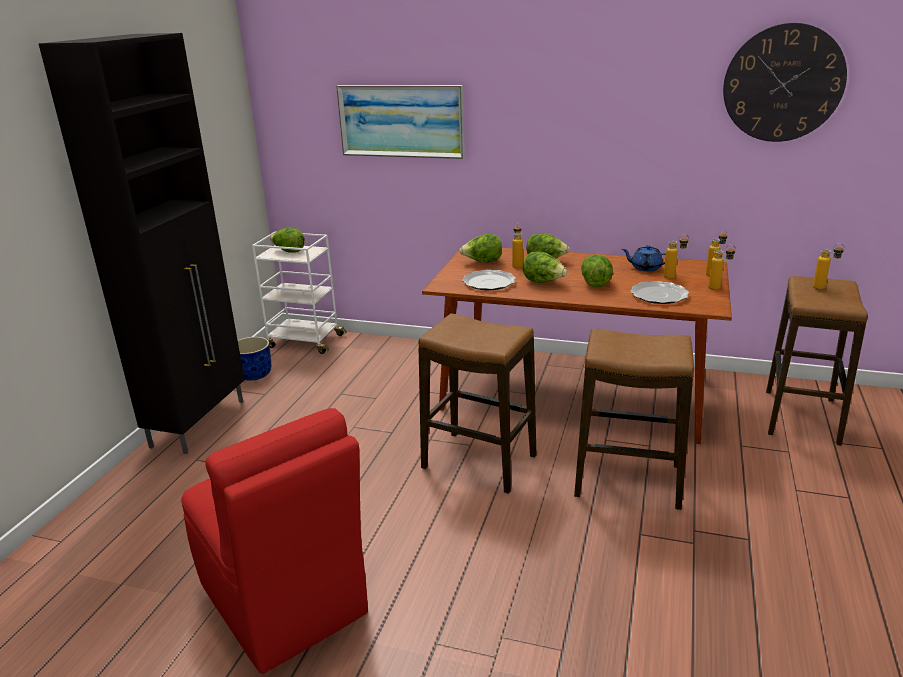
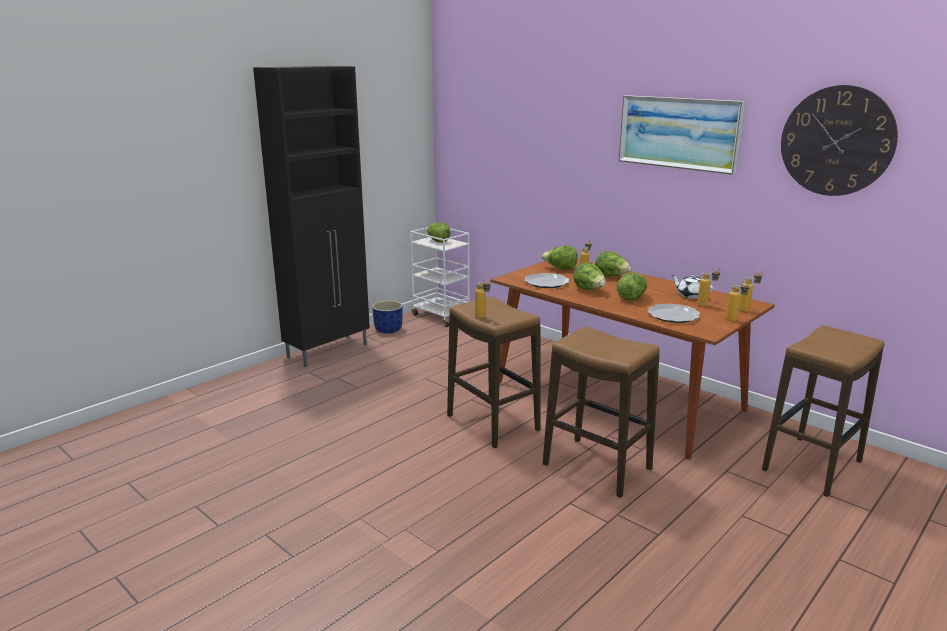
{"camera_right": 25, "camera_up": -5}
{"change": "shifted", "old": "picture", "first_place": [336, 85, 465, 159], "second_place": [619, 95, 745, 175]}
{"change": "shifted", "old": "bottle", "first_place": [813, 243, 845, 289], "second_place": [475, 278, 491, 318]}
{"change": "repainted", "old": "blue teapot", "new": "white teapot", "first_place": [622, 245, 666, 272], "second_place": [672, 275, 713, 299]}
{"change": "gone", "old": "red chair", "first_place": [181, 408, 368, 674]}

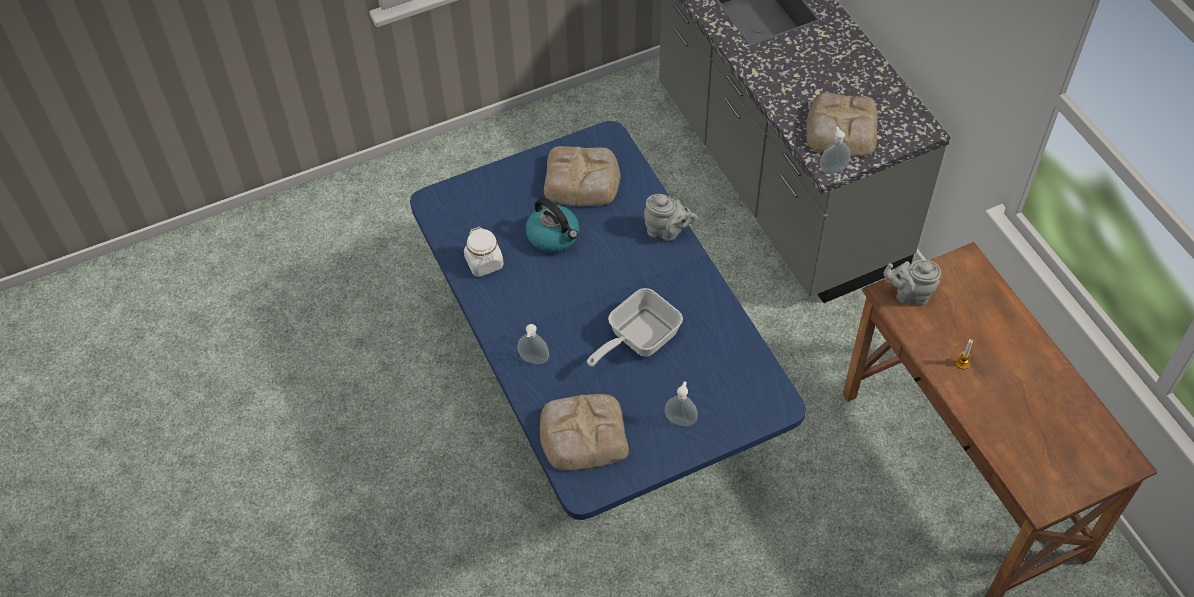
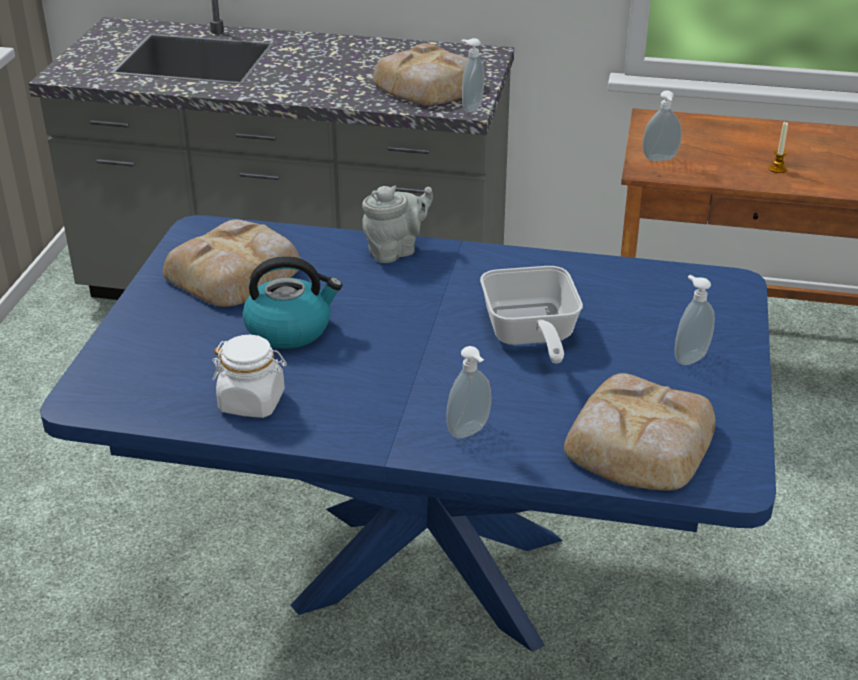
{"camera_right": -55, "camera_up": -20}
{"change": "swapped", "old": "grey teapot", "new": "soap dispenser", "first_place": [884, 260, 941, 306], "second_place": [642, 90, 682, 161]}

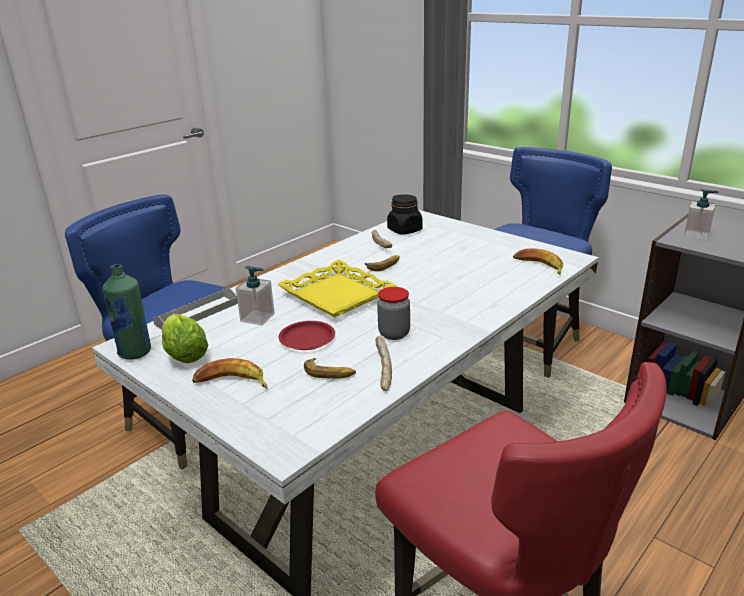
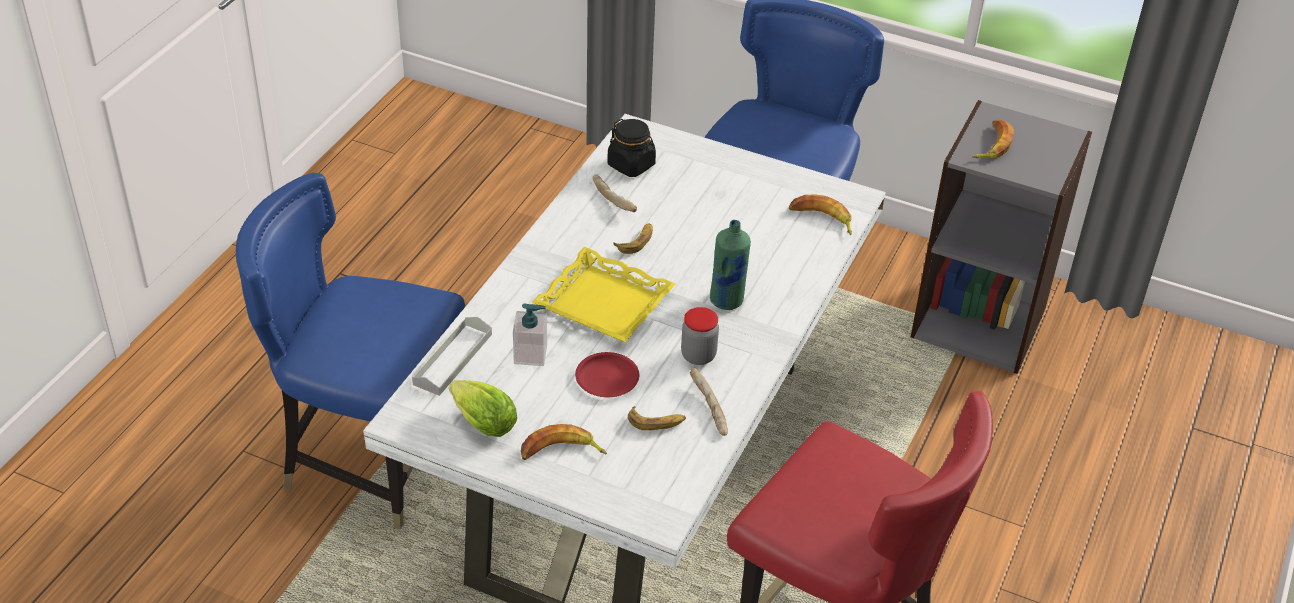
{"camera_right": -20, "camera_up": 15}
{"change": "swapped", "old": "soap dispenser", "new": "banana", "first_place": [684, 189, 719, 240], "second_place": [972, 120, 1014, 158]}
{"change": "shifted", "old": "green bottle", "first_place": [103, 264, 151, 360], "second_place": [710, 220, 751, 310]}

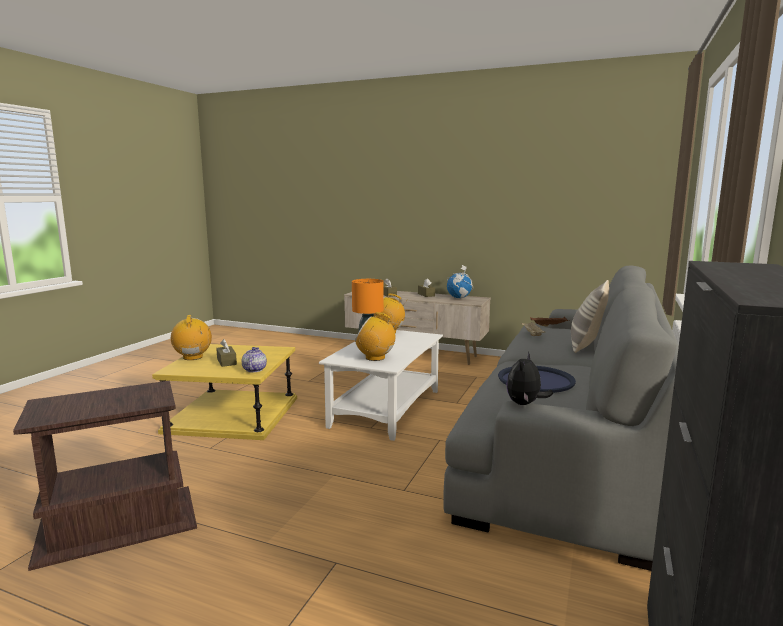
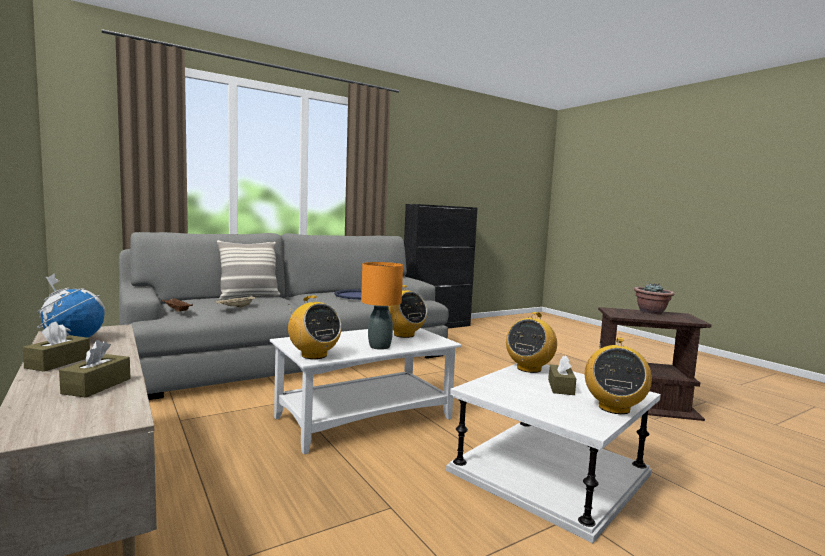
{"camera_right": -145, "camera_up": -5}
{"change": "repainted", "old": "yellow side table", "new": "white side table", "first_place": [152, 344, 297, 440], "second_place": [446, 363, 661, 543]}
{"change": "swapped", "old": "teapot", "new": "radio", "first_place": [242, 347, 267, 372], "second_place": [506, 312, 557, 373]}
{"change": "gone", "old": "plush toy", "first_place": [506, 352, 553, 405]}
{"change": "new", "new": "potted plant", "second_place": [634, 284, 675, 314]}

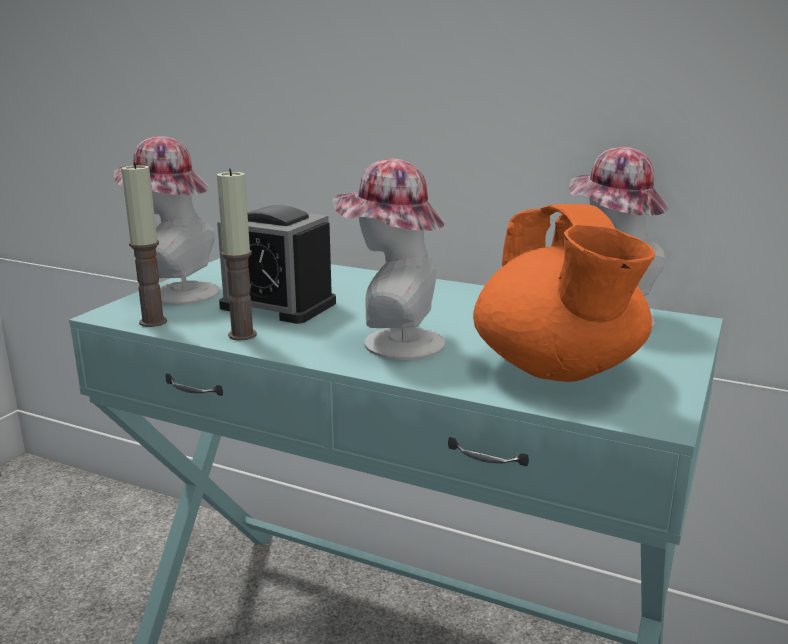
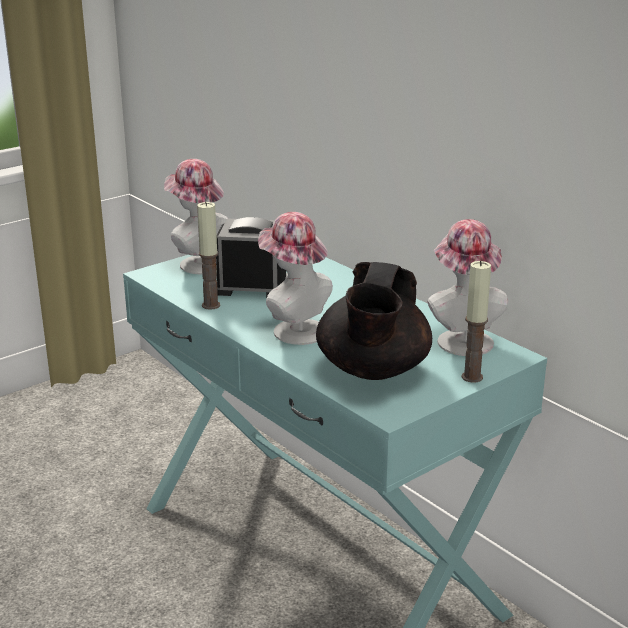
{"camera_right": 25, "camera_up": 5}
{"change": "shifted", "old": "candle", "first_place": [121, 162, 167, 327], "second_place": [462, 261, 491, 383]}
{"change": "repainted", "old": "orange teapot", "new": "black teapot", "first_place": [473, 204, 655, 382], "second_place": [316, 262, 432, 380]}
{"change": "rotated", "old": "alarm clock", "first_place": [217, 205, 336, 324], "second_place": [216, 217, 288, 298], "degrees": 135}

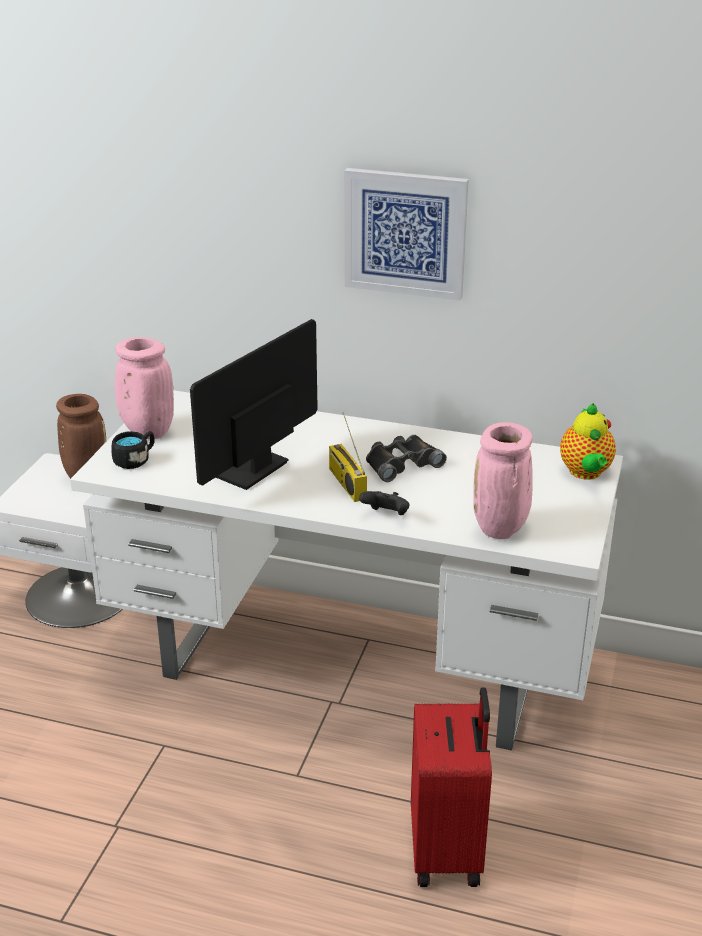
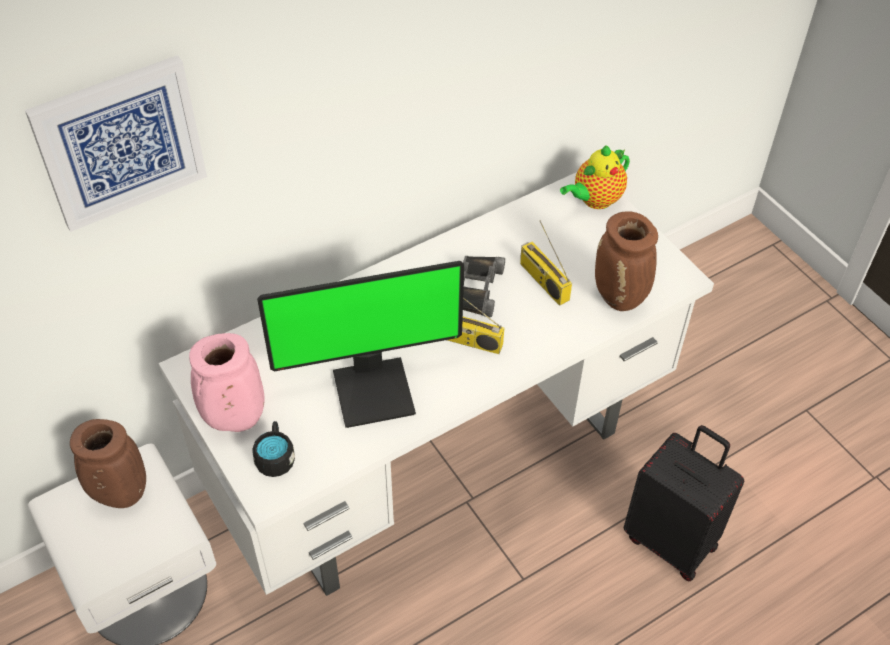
{"camera_right": -50, "camera_up": 20}
{"change": "shifted", "old": "picture", "first_place": [344, 168, 469, 301], "second_place": [25, 55, 207, 232]}
{"change": "rotated", "old": "monitor", "first_place": [190, 319, 318, 490], "second_place": [257, 261, 464, 428], "degrees": -90}
{"change": "rotated", "old": "teapot", "first_place": [560, 403, 616, 480], "second_place": [560, 145, 630, 209], "degrees": 105}
{"change": "repainted", "old": "pink vase", "new": "brown vase", "first_place": [473, 422, 533, 539], "second_place": [595, 211, 658, 311]}
{"change": "gone", "old": "black game controller", "first_place": [359, 491, 409, 515]}
{"change": "repainted", "old": "red suitcase", "new": "black suitcase", "first_place": [411, 688, 492, 887], "second_place": [624, 425, 745, 581]}
{"change": "new", "new": "radio", "second_place": [520, 220, 572, 306]}

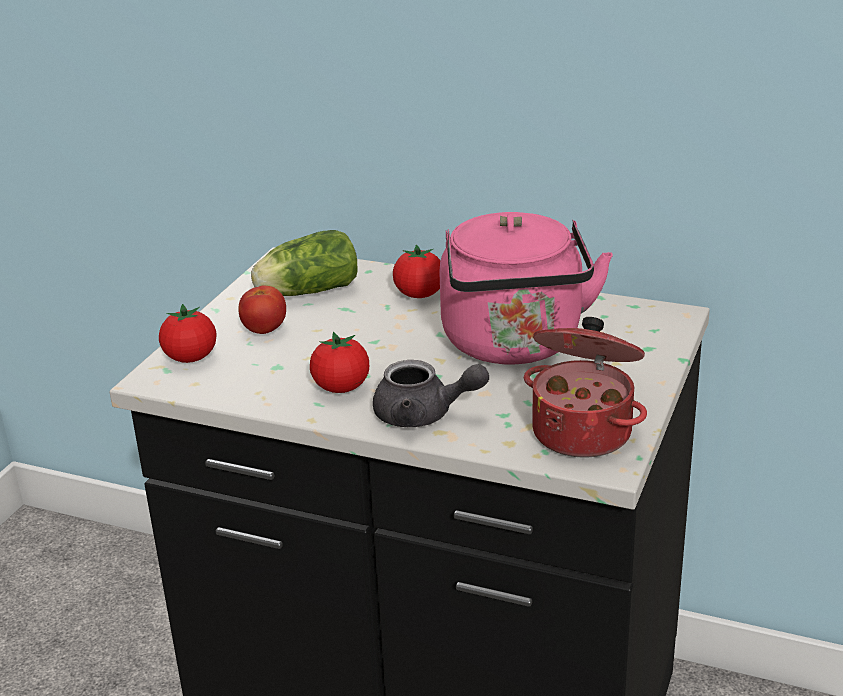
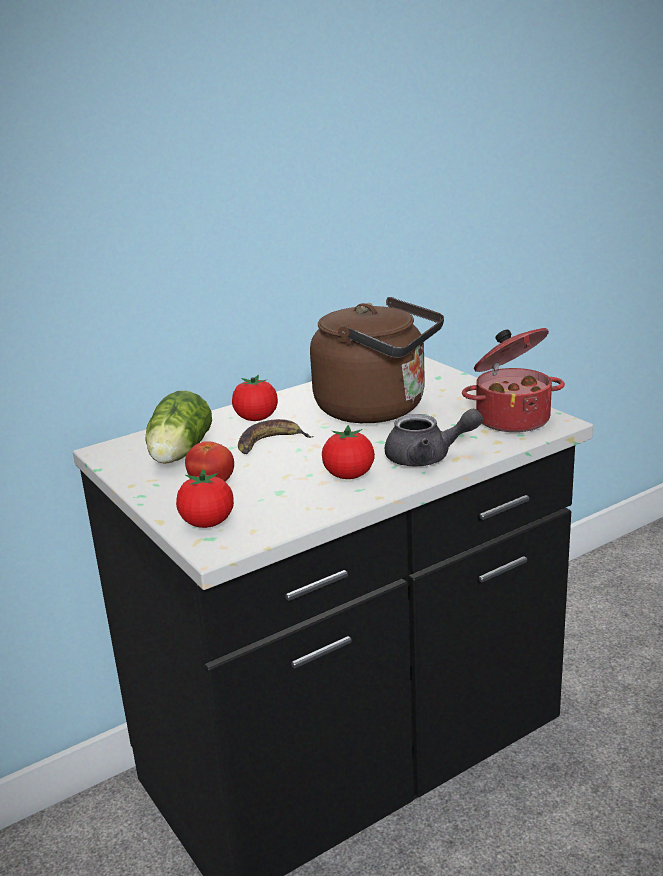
{"camera_right": -55, "camera_up": -5}
{"change": "repainted", "old": "pink kettle", "new": "brown kettle", "first_place": [439, 212, 613, 365], "second_place": [310, 297, 444, 423]}
{"change": "rotated", "old": "grey teapot", "first_place": [373, 360, 489, 427], "second_place": [385, 409, 483, 466], "degrees": 45}
{"change": "new", "new": "banana", "second_place": [238, 419, 313, 454]}

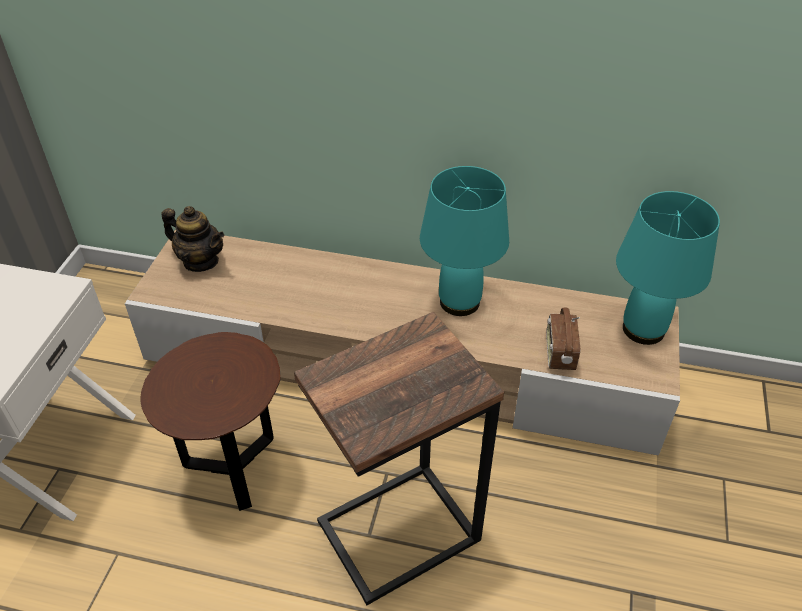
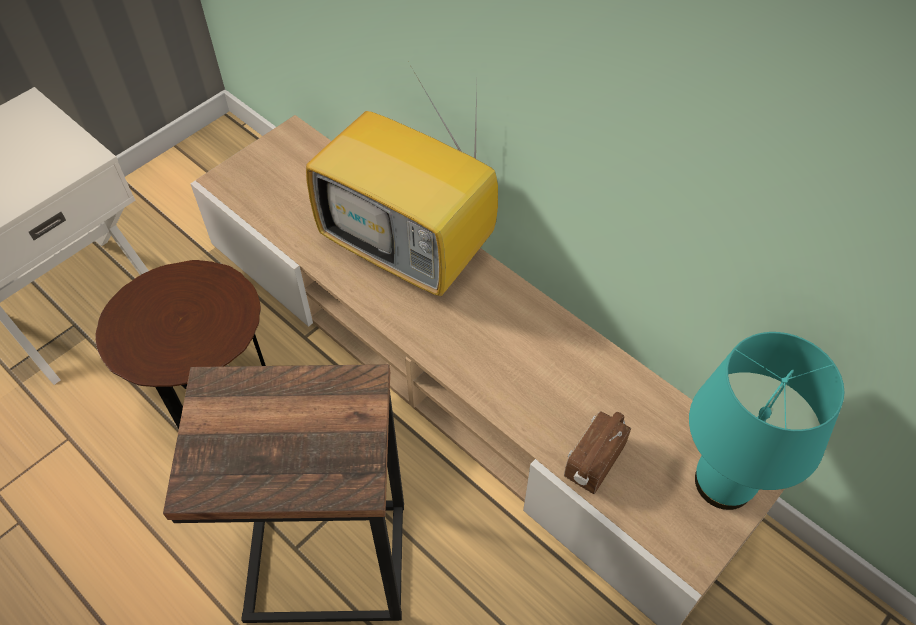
{"camera_right": 30, "camera_up": 10}
{"change": "gone", "old": "turquoise table lamp", "first_place": [420, 166, 509, 316]}
{"change": "gone", "old": "teapot", "first_place": [162, 206, 224, 272]}
{"change": "new", "new": "television", "second_place": [306, 67, 498, 296]}

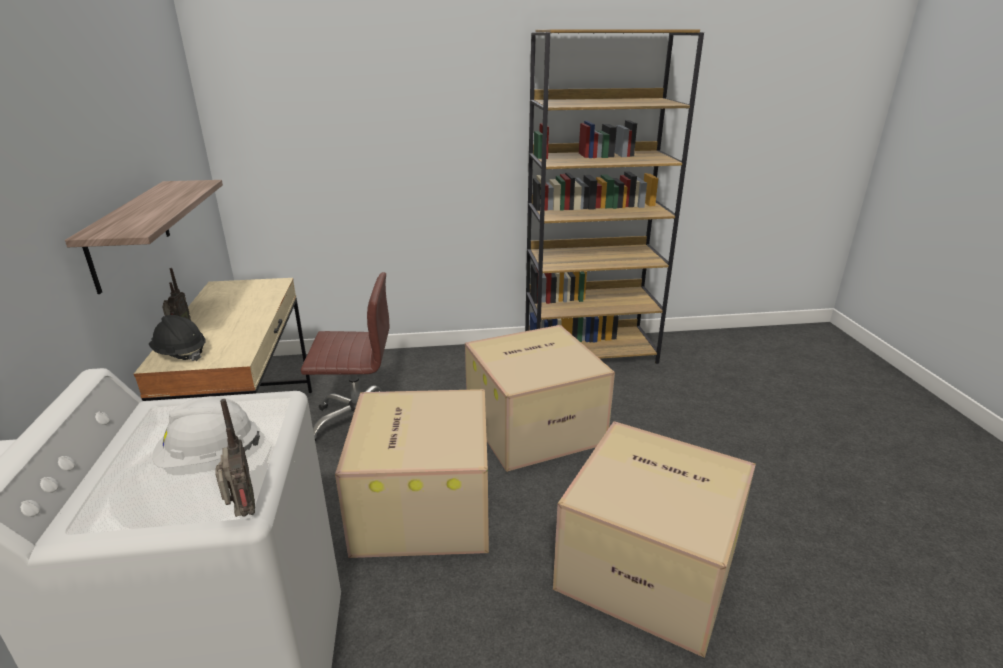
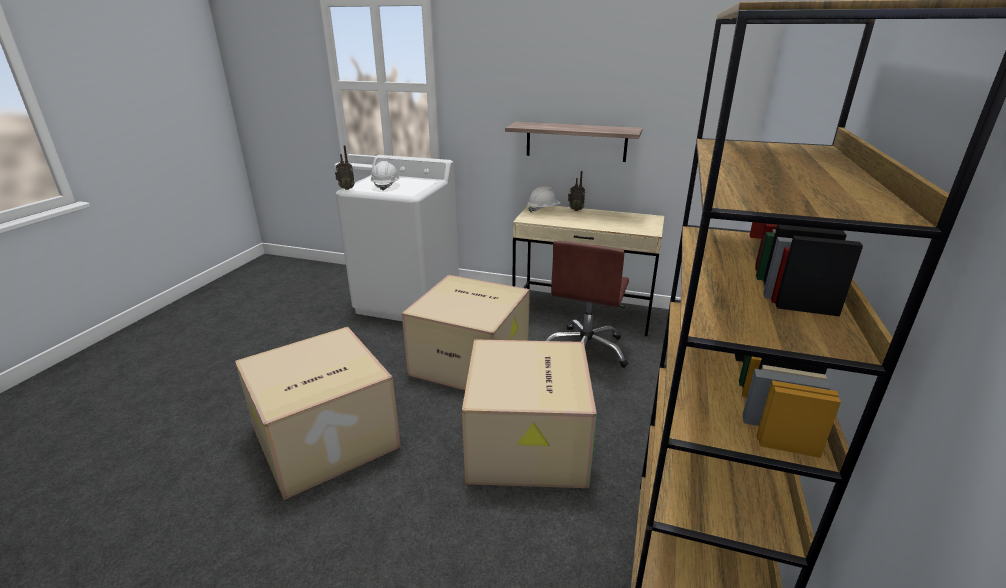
{"camera_right": 115, "camera_up": 0}
{"change": "repainted", "old": "black hard hat", "new": "white hard hat", "first_place": [149, 315, 206, 361], "second_place": [527, 186, 561, 212]}

